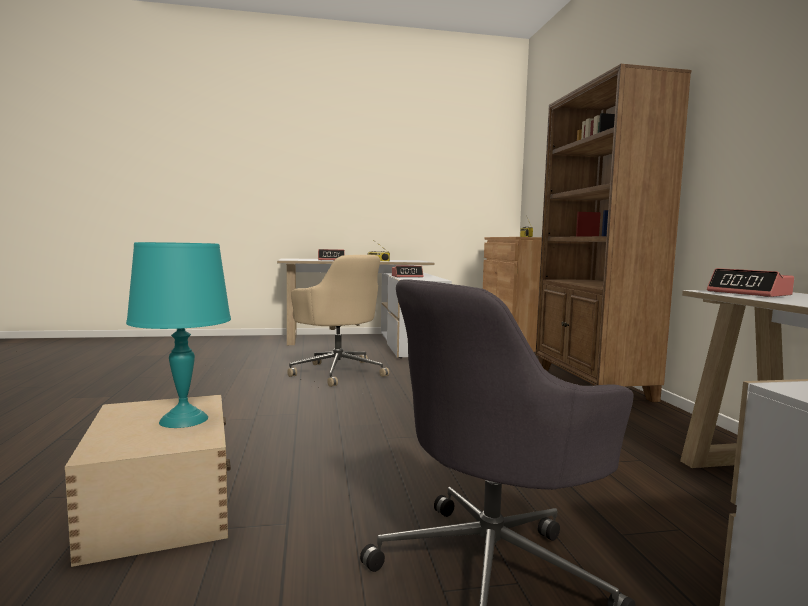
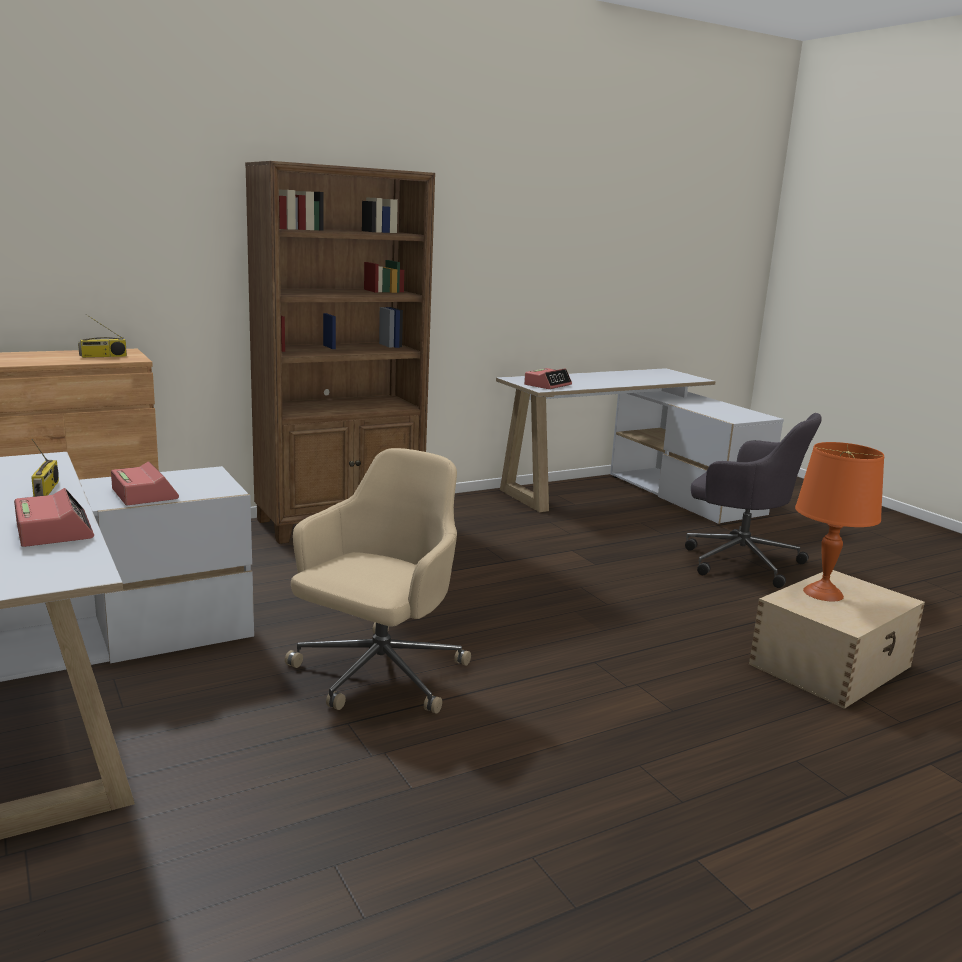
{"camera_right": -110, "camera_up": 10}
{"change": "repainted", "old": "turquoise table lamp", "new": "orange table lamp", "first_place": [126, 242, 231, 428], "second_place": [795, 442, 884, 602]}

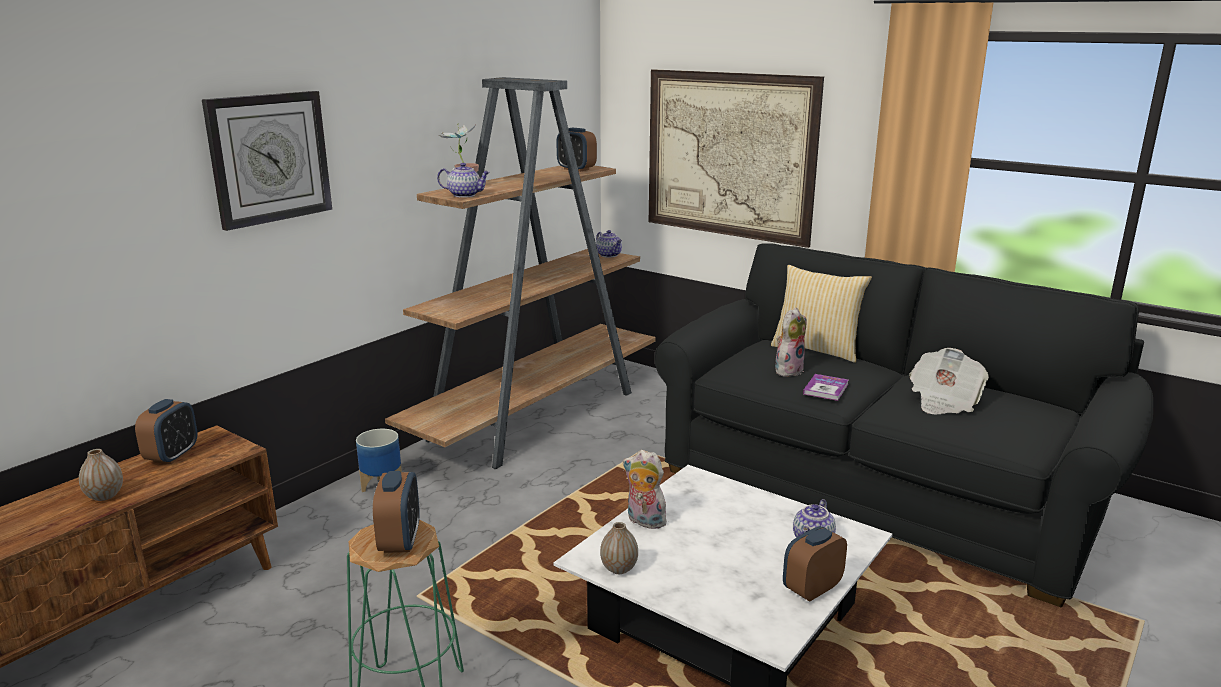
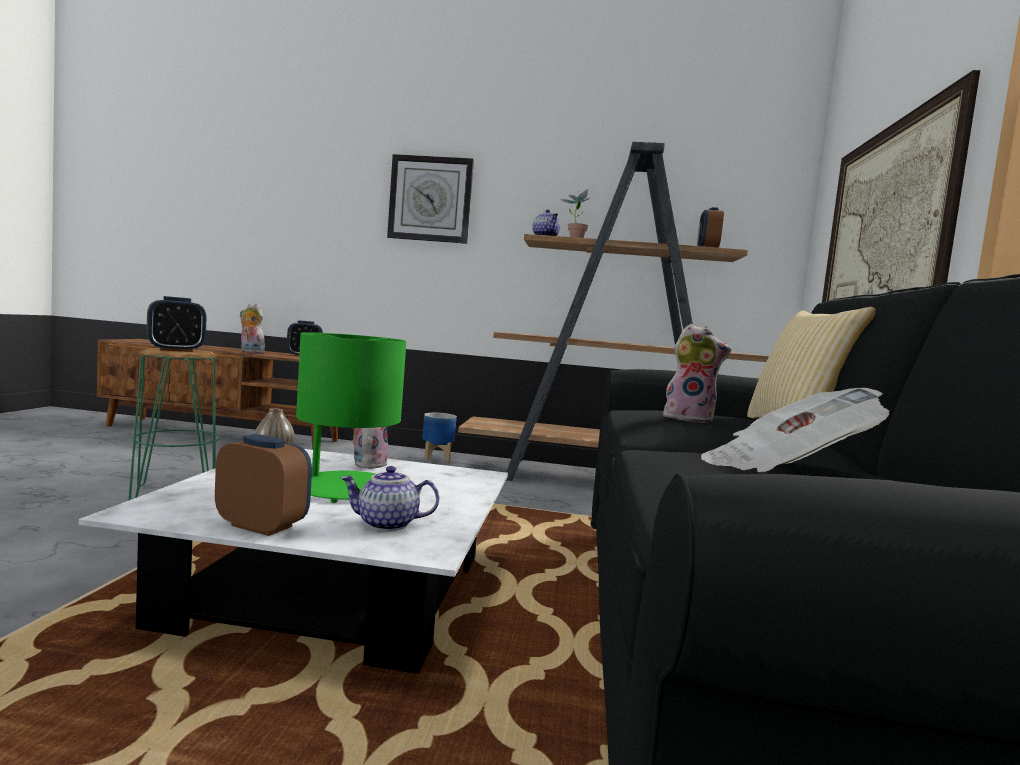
{"camera_right": 60, "camera_up": -15}
{"change": "gone", "old": "teapot", "first_place": [596, 230, 622, 258]}
{"change": "gone", "old": "book", "first_place": [803, 374, 848, 401]}
{"change": "swapped", "old": "vase", "new": "plush toy", "first_place": [79, 449, 123, 501], "second_place": [240, 303, 265, 353]}
{"change": "new", "new": "green table lamp", "second_place": [296, 332, 406, 503]}

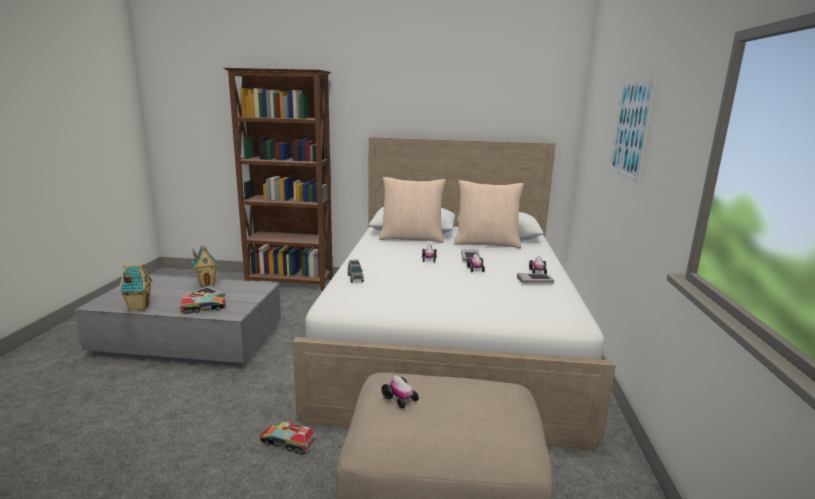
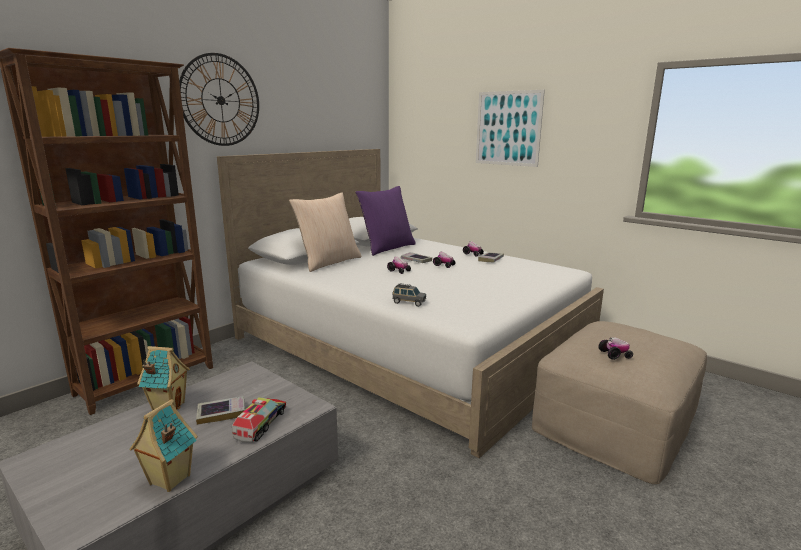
{"camera_right": -55, "camera_up": 0}
{"change": "repainted", "old": "beige pillow", "new": "purple pillow", "first_place": [454, 180, 524, 248], "second_place": [355, 186, 416, 256]}
{"change": "gone", "old": "toy truck", "first_place": [260, 421, 316, 454]}
{"change": "new", "new": "wall clock", "second_place": [179, 53, 259, 146]}

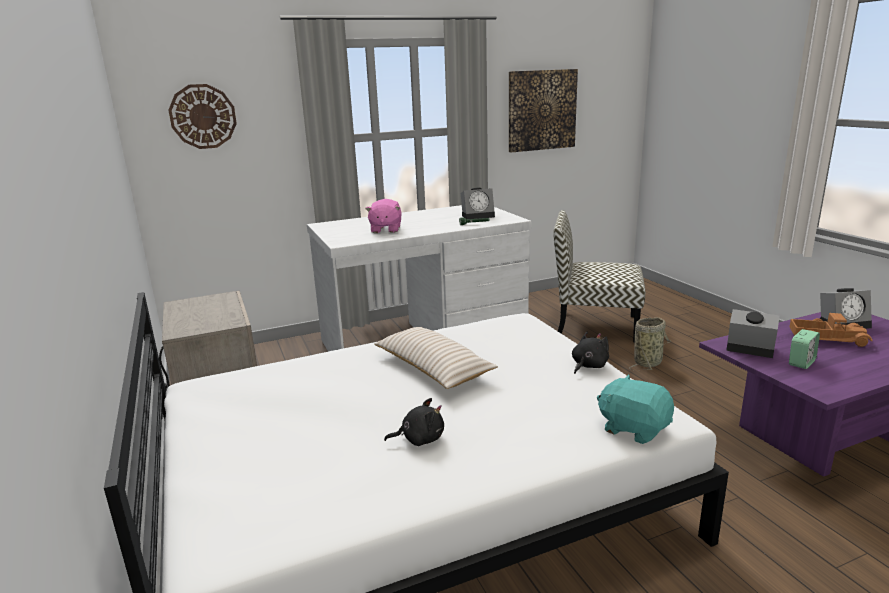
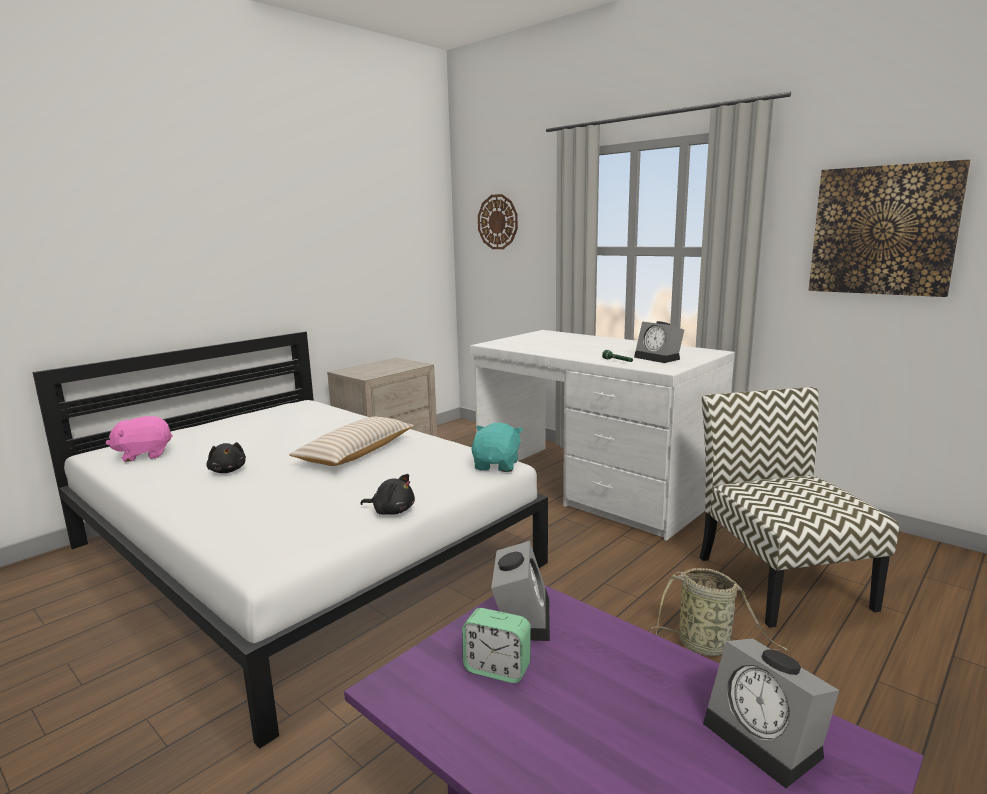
{"camera_right": 65, "camera_up": -5}
{"change": "shifted", "old": "pink plush toy", "first_place": [365, 199, 402, 233], "second_place": [106, 416, 173, 462]}
{"change": "gone", "old": "toy truck", "first_place": [790, 313, 873, 347]}
{"change": "shifted", "old": "turquoise plush toy", "first_place": [597, 374, 674, 444], "second_place": [471, 423, 523, 472]}

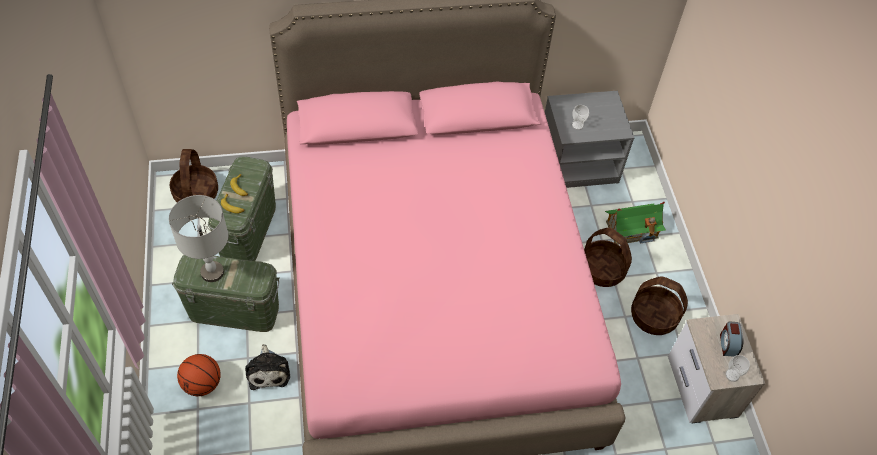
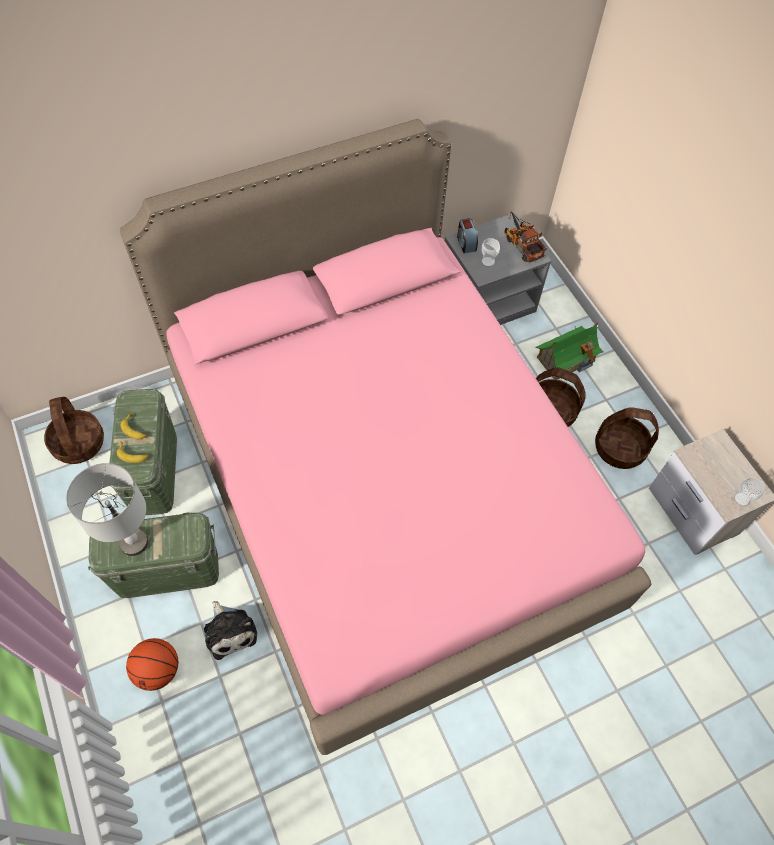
{"camera_right": -15, "camera_up": 5}
{"change": "shifted", "old": "alarm clock", "first_place": [720, 322, 744, 356], "second_place": [457, 218, 478, 253]}
{"change": "new", "new": "toy truck", "second_place": [504, 211, 547, 263]}

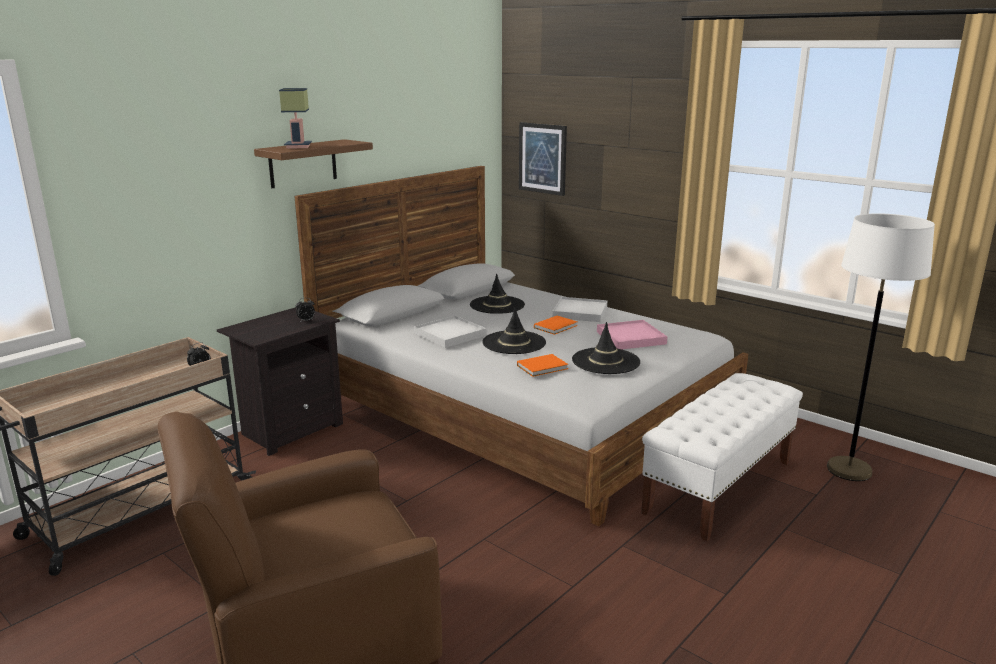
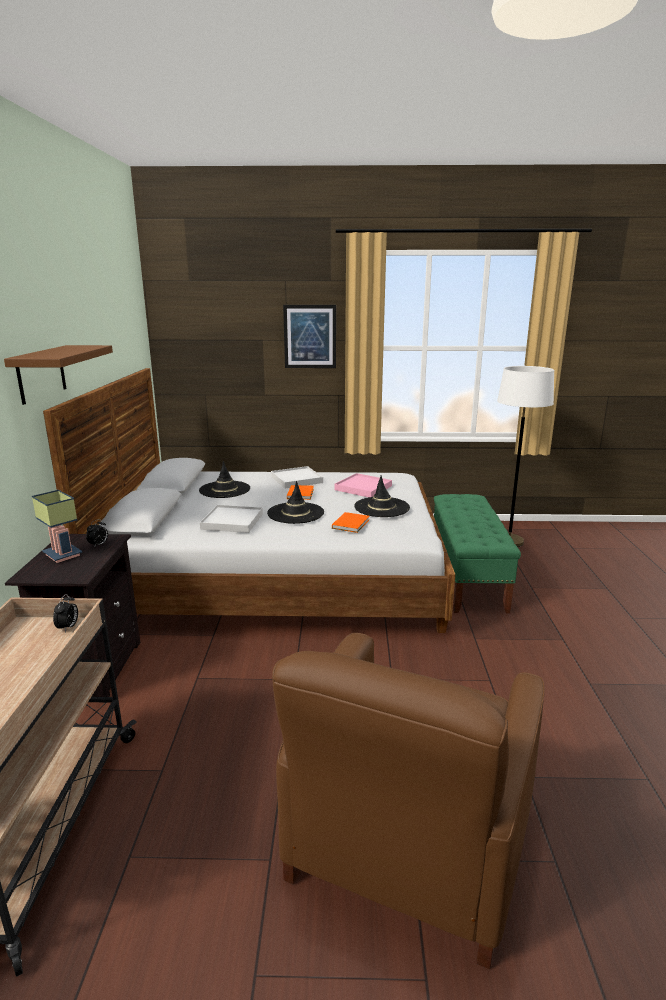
{"camera_right": -40, "camera_up": 0}
{"change": "shifted", "old": "table lamp", "first_place": [279, 88, 312, 149], "second_place": [32, 490, 83, 563]}
{"change": "shifted", "old": "picture", "first_place": [519, 122, 567, 196], "second_place": [283, 305, 336, 368]}
{"change": "repainted", "old": "white bench", "new": "green bench", "first_place": [641, 373, 803, 541], "second_place": [434, 494, 521, 614]}

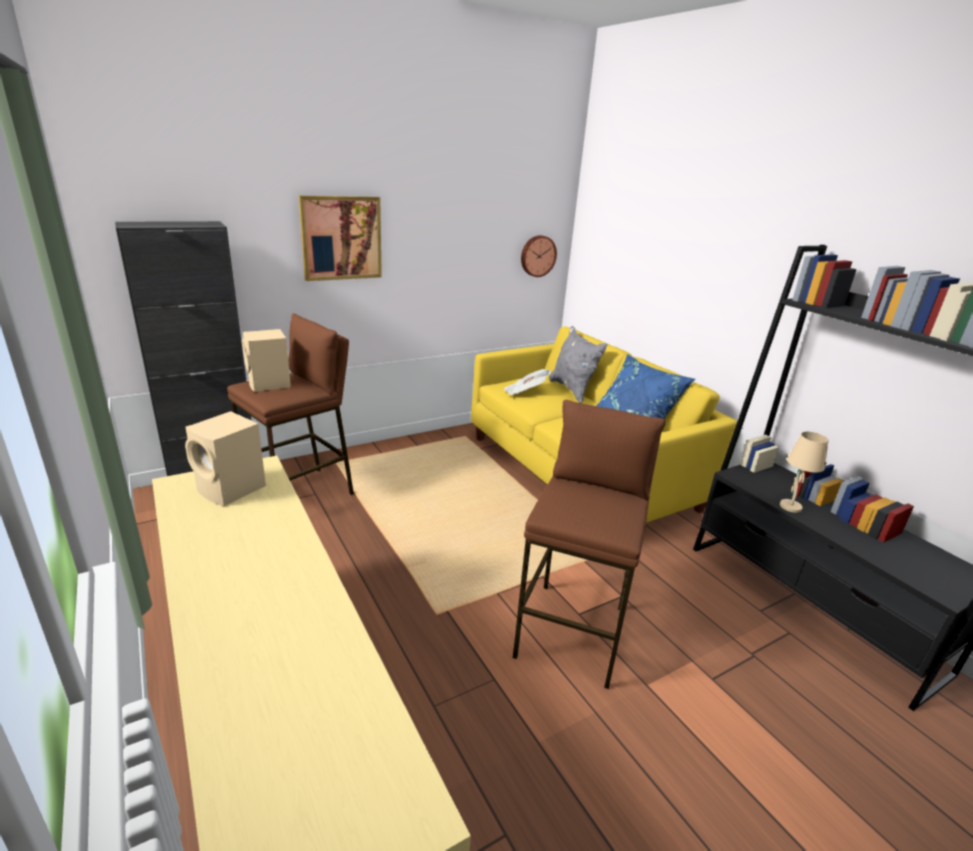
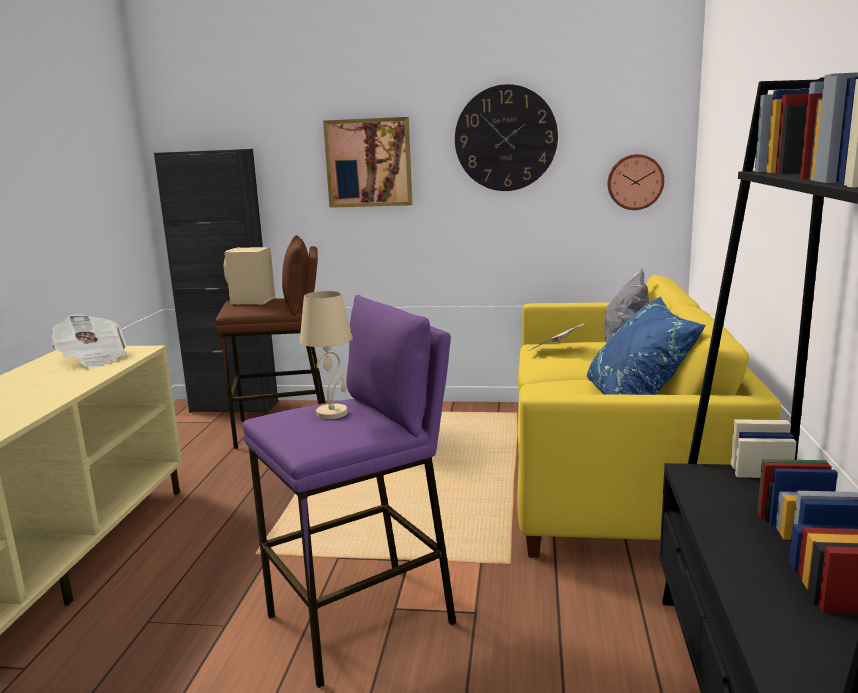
{"camera_right": 40, "camera_up": -10}
{"change": "repainted", "old": "brown stool", "new": "purple stool", "first_place": [513, 400, 666, 689], "second_place": [243, 295, 456, 688]}
{"change": "swapped", "old": "beige speaker", "new": "newspaper", "first_place": [185, 411, 266, 506], "second_place": [52, 314, 127, 368]}
{"change": "shifted", "old": "beige table lamp", "first_place": [780, 432, 828, 513], "second_place": [300, 291, 353, 419]}
{"change": "new", "new": "wall clock", "second_place": [455, 84, 558, 191]}

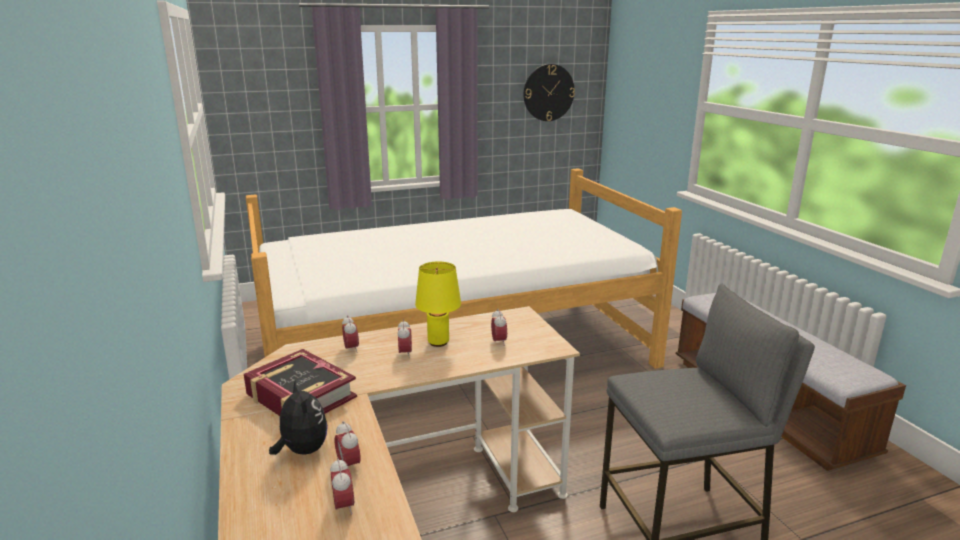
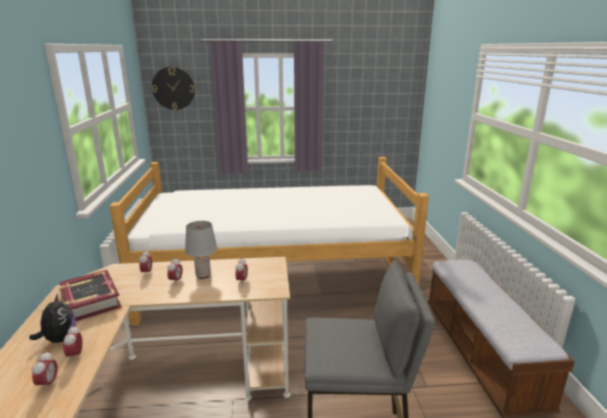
{"camera_right": 15, "camera_up": 0}
{"change": "shifted", "old": "wall clock", "first_place": [524, 64, 575, 121], "second_place": [152, 67, 195, 110]}
{"change": "repainted", "old": "yellow table lamp", "new": "grey table lamp", "first_place": [415, 262, 461, 347], "second_place": [185, 221, 217, 279]}

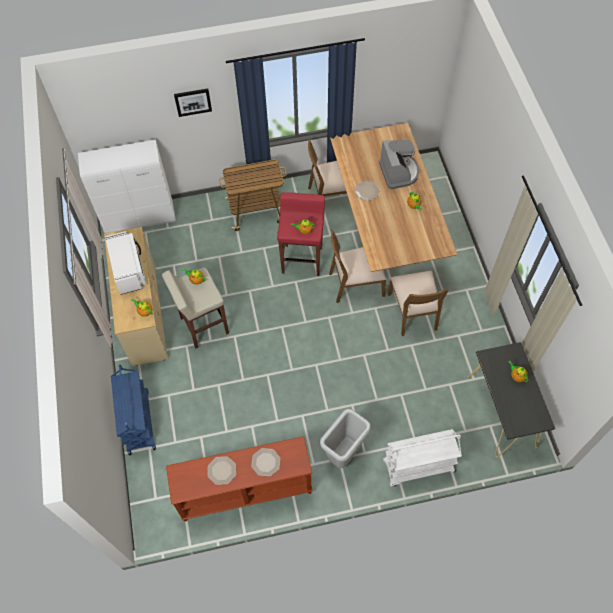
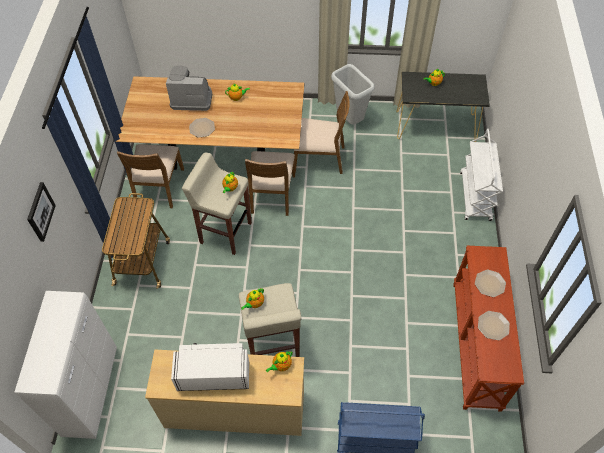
{"camera_right": -75, "camera_up": -5}
{"change": "repainted", "old": "red stool", "new": "beige stool", "first_place": [277, 192, 325, 276], "second_place": [182, 152, 252, 255]}
{"change": "shifted", "old": "grey trash can", "first_place": [320, 409, 371, 468], "second_place": [331, 64, 375, 125]}

